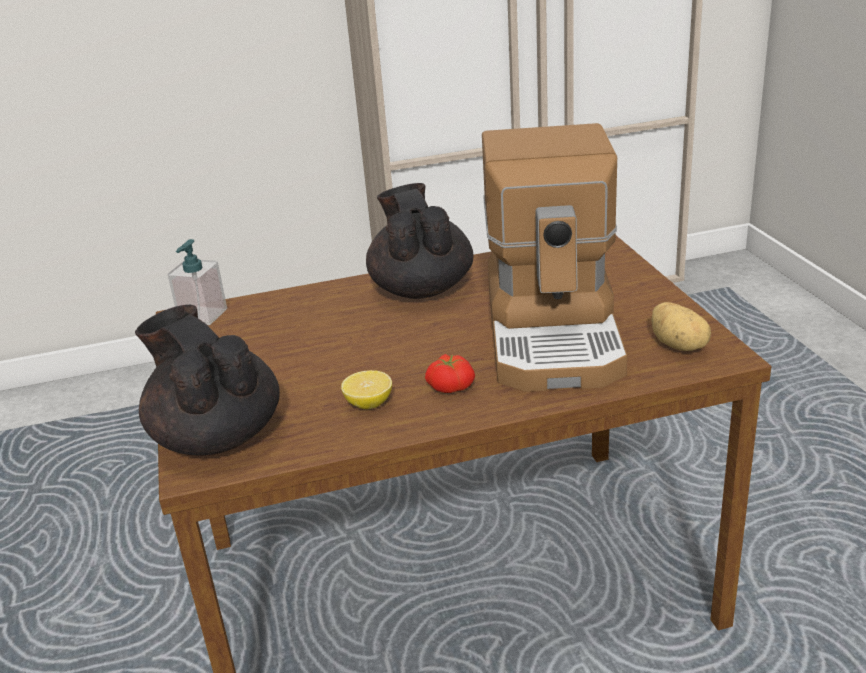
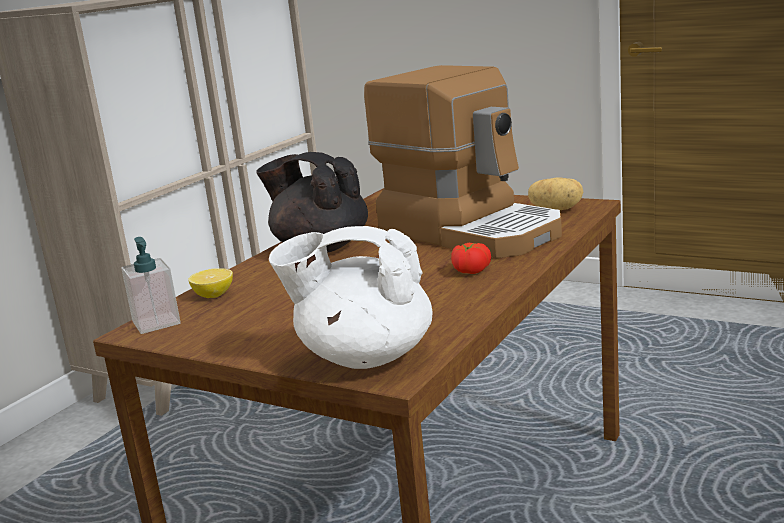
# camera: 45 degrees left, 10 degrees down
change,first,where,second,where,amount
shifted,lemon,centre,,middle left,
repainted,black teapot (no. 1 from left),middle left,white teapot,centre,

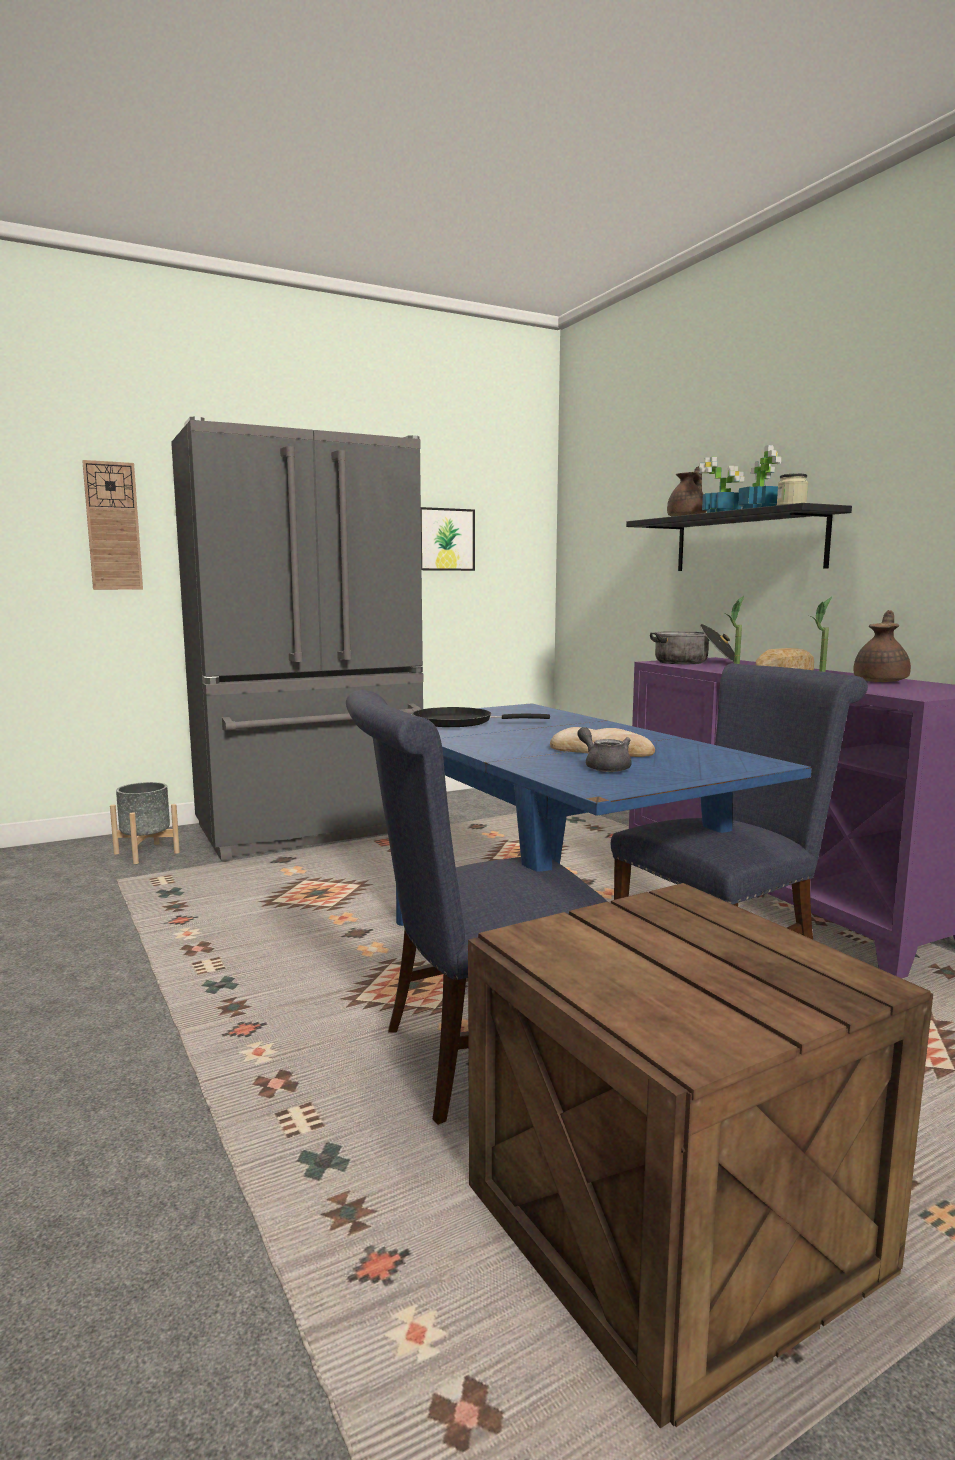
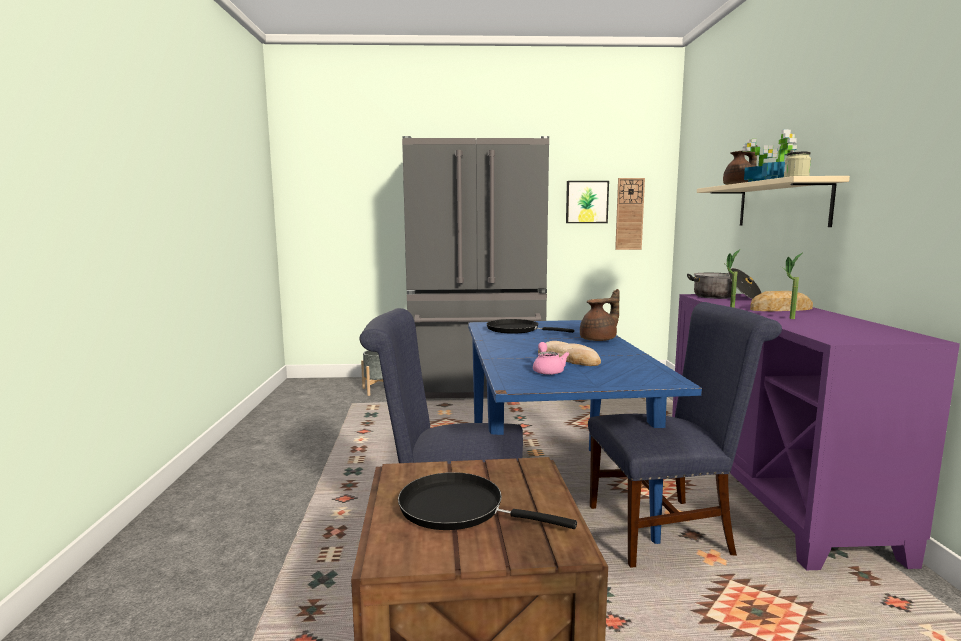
# camera: 25 degrees right, 0 degrees up
change,first,where,second,where,amount
new,,,black frying pan (no. 1 from left),bottom centre,
repainted,grey teapot,centre,pink teapot,centre,
shifted,brown teapot (no. 2 from left in the first image),middle right,brown teapot (no. 1 from left),centre,
shifted,wall clock,middle left,,centre,
repainted,black shelf,middle right,beige shelf,top right,

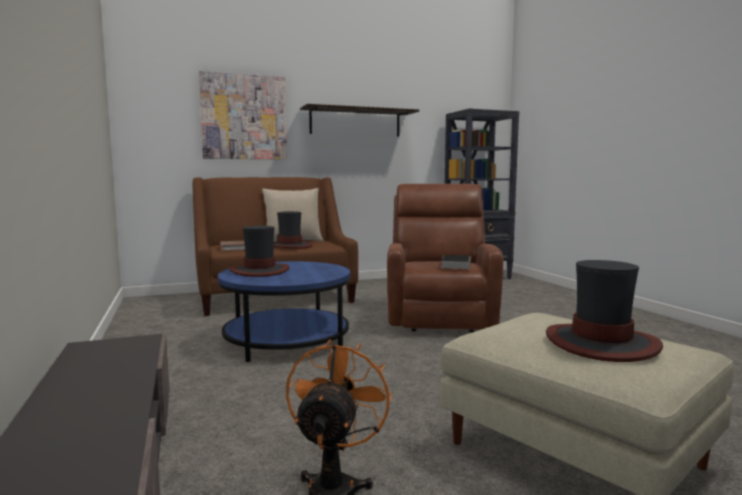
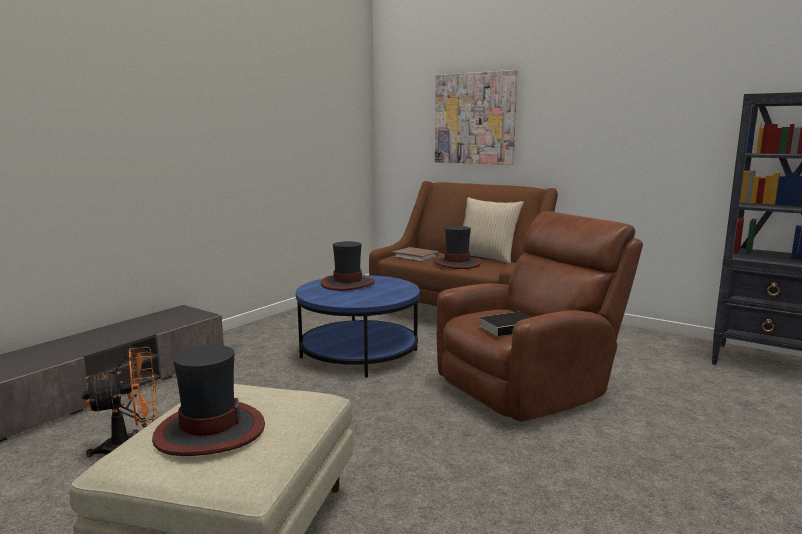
# camera: 55 degrees right, 5 degrees up
change,first,where,second,where,amount
gone,shelf,top centre,,,

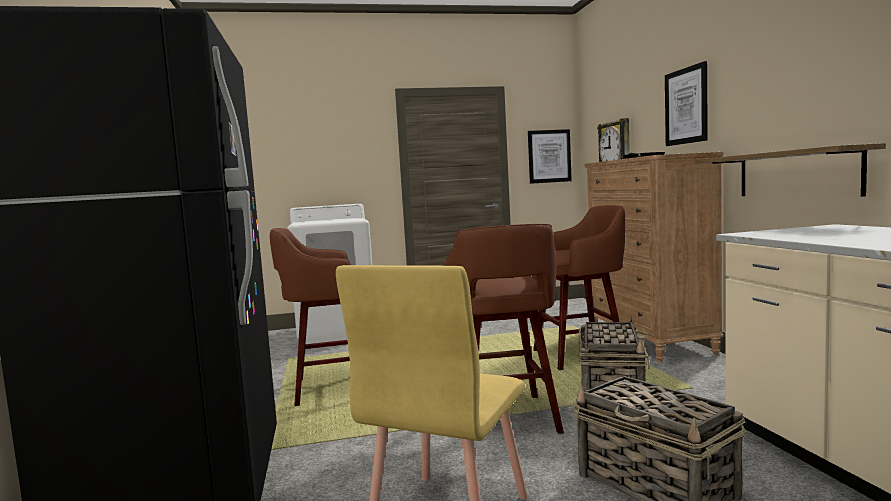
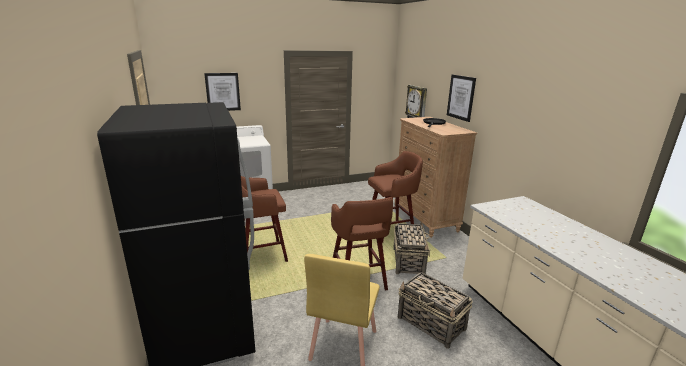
# camera: 10 degrees left, 15 degrees up
change,first,where,second,where,amount
shifted,picture (no. 1 from left),top centre,,top left,
gone,shelf,middle right,,,

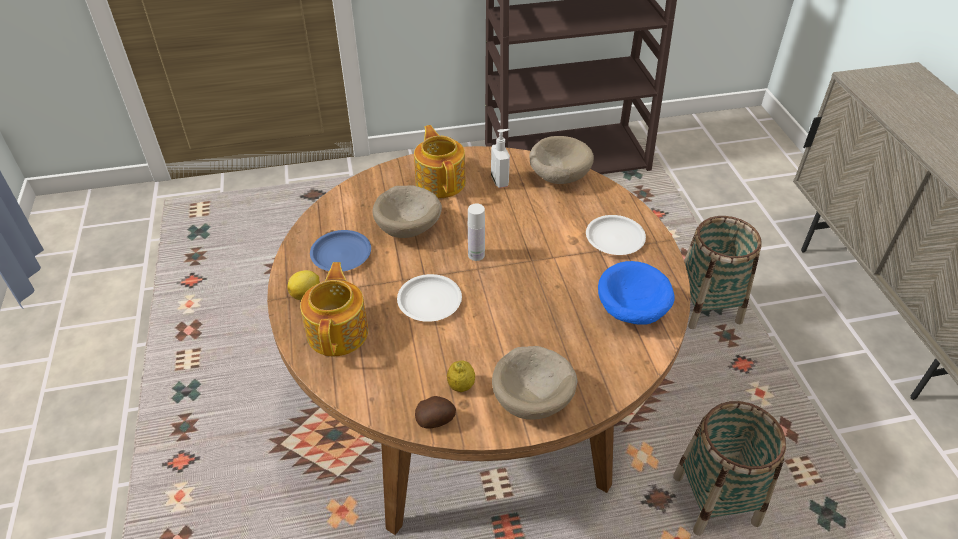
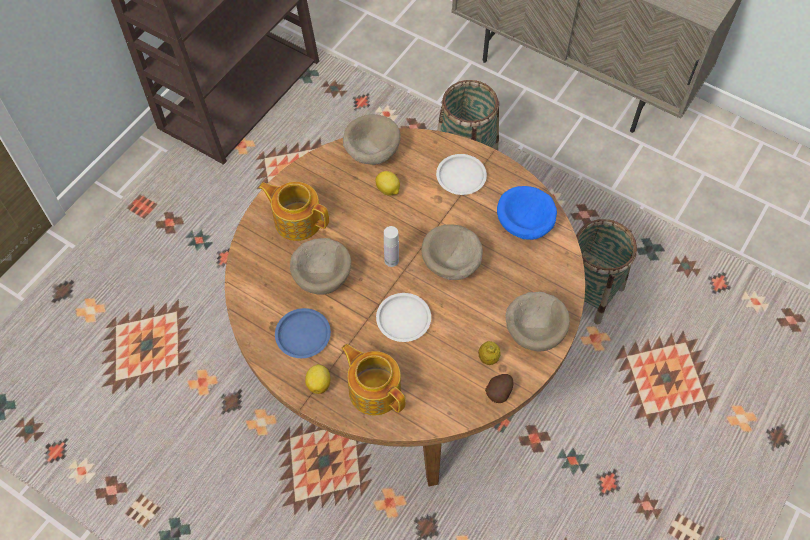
# camera: 45 degrees left, 15 degrees up
change,first,where,second,where,amount
new,,,lemon (no. 2 from left),centre,
new,,,beige bowl (no. 3 from left),centre,
gone,soap dispenser,top centre,,,

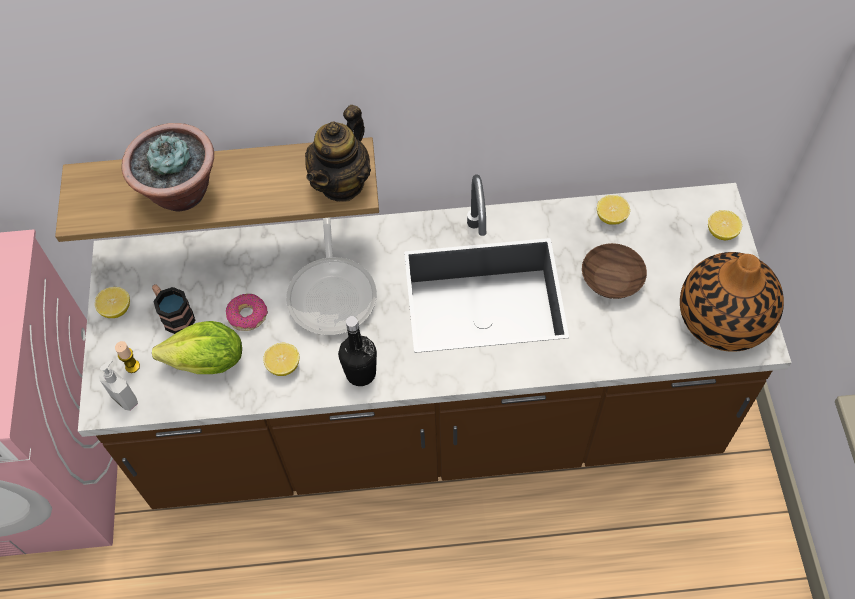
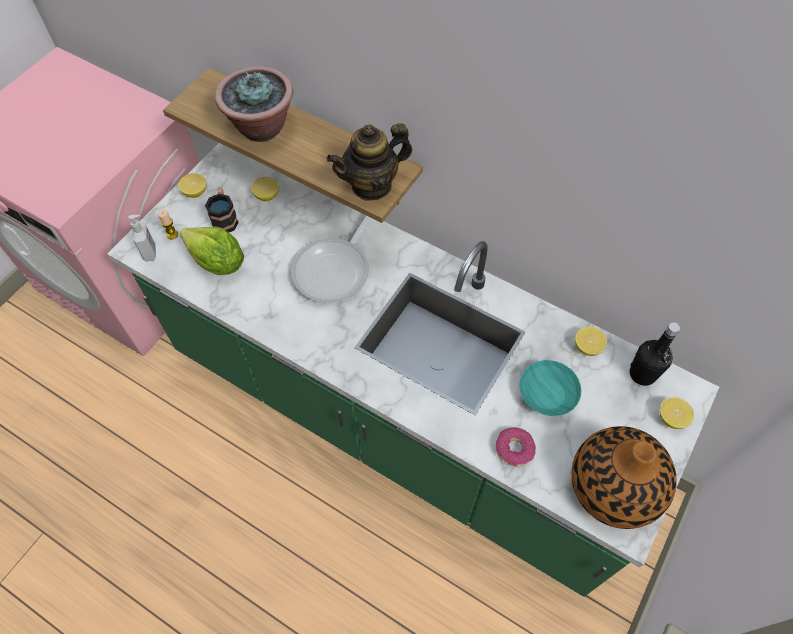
# camera: 35 degrees right, 0 degrees up
change,first,where,second,where,amount
repainted,brown counter,centre,green counter,centre,
shifted,lemon (no. 2 from left),middle left,,top centre,
shifted,donut,middle left,,bottom centre,
repainted,brown bowl,middle right,turquoise bowl,middle right,
shifted,black bottle,centre,,middle right,

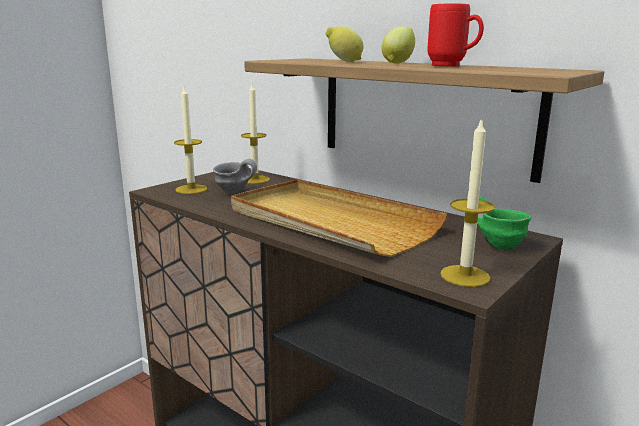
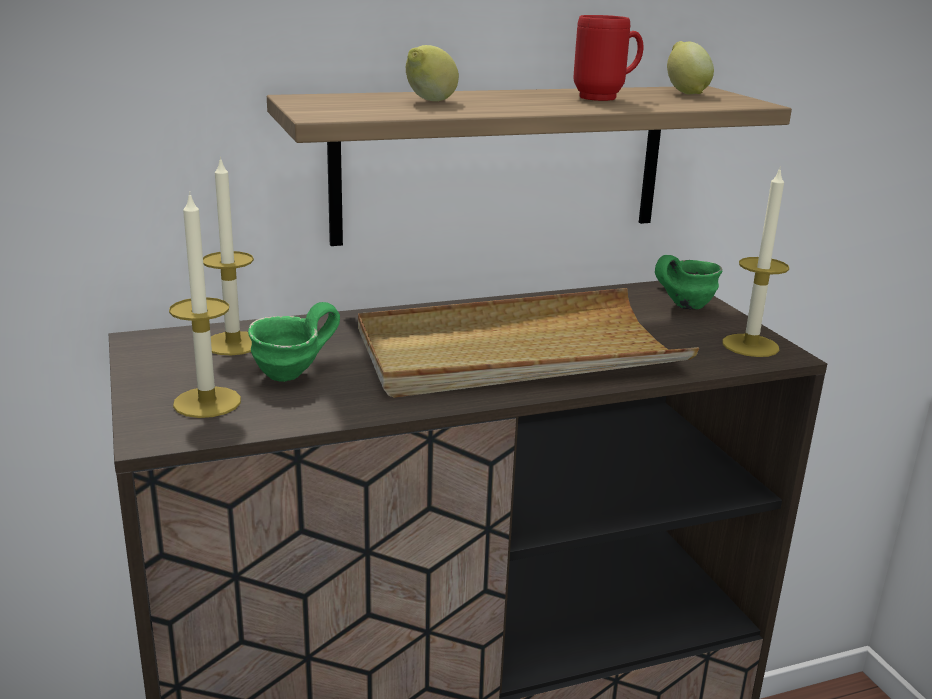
# camera: 60 degrees left, 5 degrees up
change,first,where,second,where,amount
repainted,grey mug,centre,green mug (no. 1 from left),middle left,
shifted,lemon (no. 2 from left),top centre,,top right,

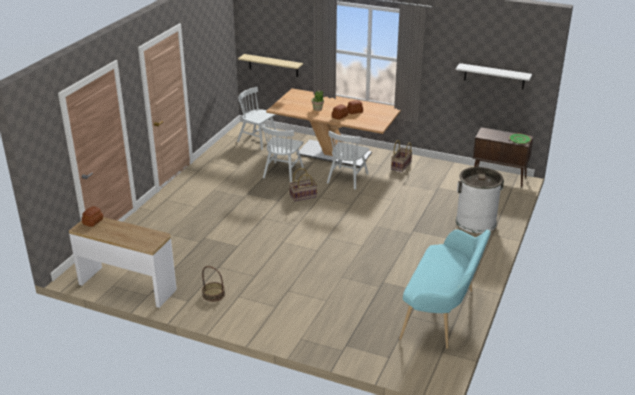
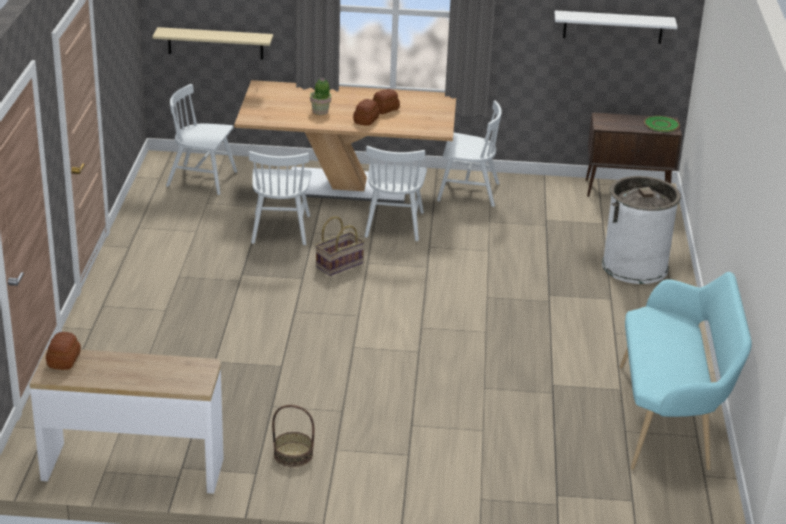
# camera: 20 degrees left, 0 degrees up
change,first,where,second,where,amount
swapped,basket (no. 3 from left),centre,white chair (no. 4 from left),top centre,

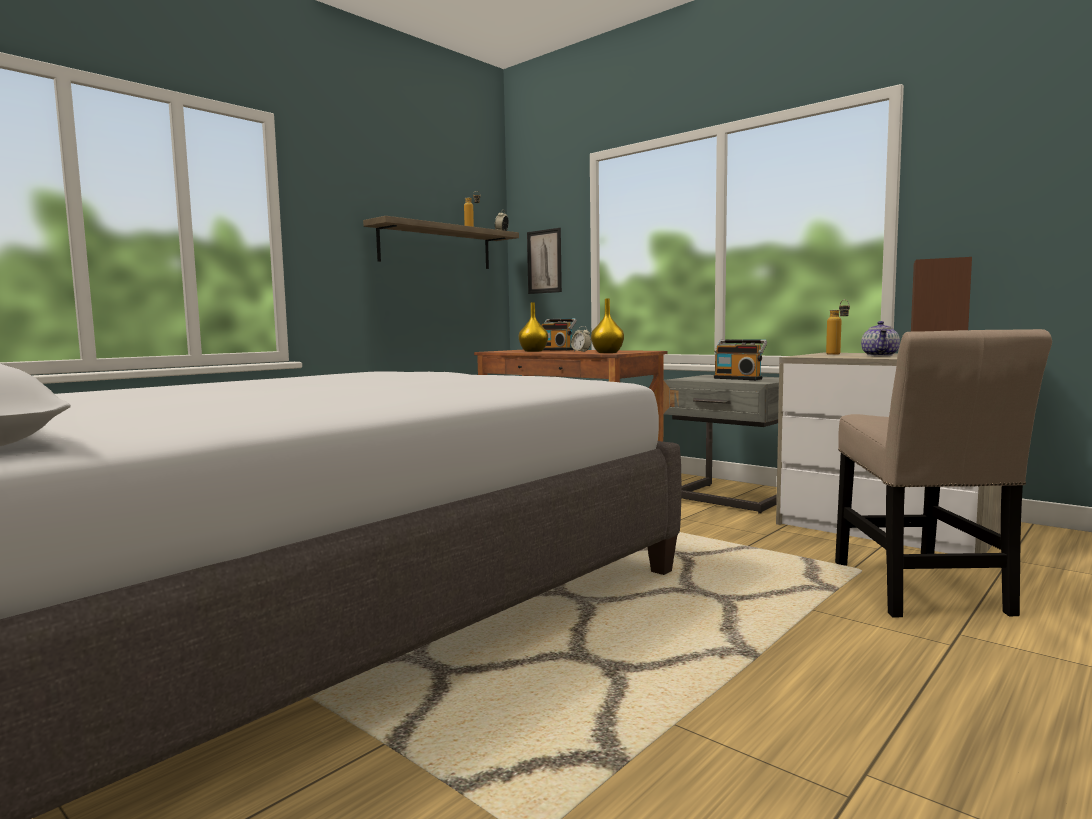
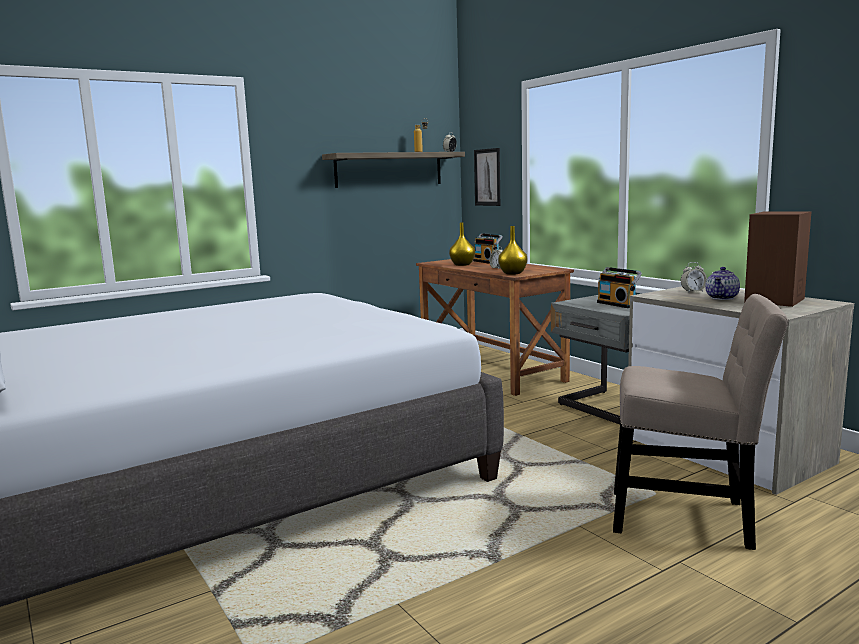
# camera: 15 degrees right, 5 degrees up
change,first,where,second,where,amount
rotated,beige chair,middle right,,middle right,90 degrees counterclockwise
swapped,bottle (no. 2 from left),middle right,alarm clock (no. 3 from left),middle right,

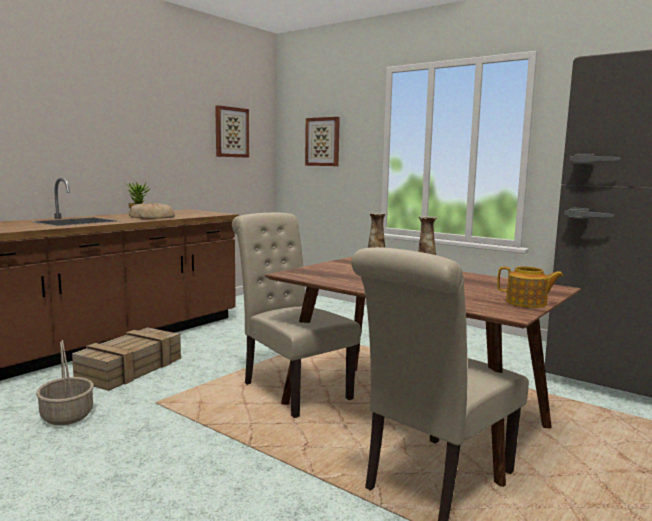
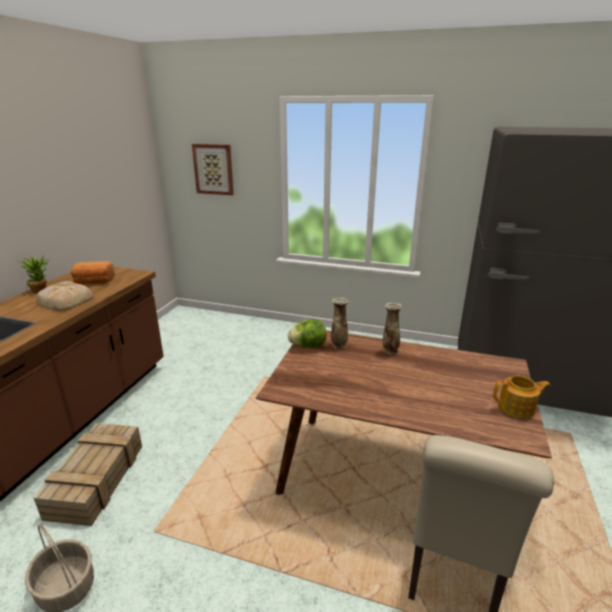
# camera: 20 degrees left, 15 degrees up
change,first,where,second,where,amount
new,,,bread (no. 2 from left),middle left,
new,,,lettuce,centre,
gone,picture (no. 1 from left),top centre,,,
gone,beige chair (no. 1 from left),centre,,,

